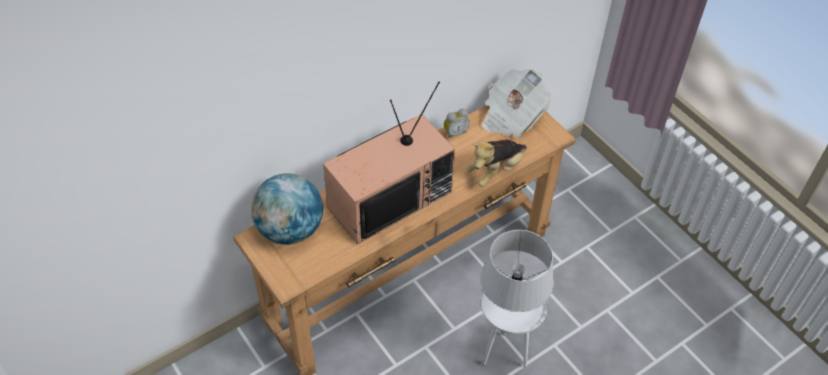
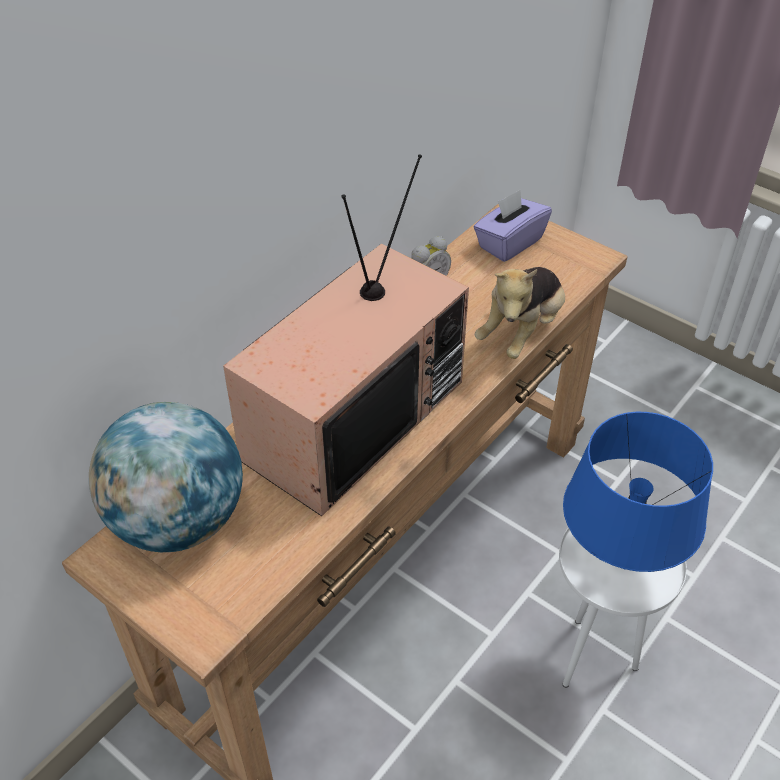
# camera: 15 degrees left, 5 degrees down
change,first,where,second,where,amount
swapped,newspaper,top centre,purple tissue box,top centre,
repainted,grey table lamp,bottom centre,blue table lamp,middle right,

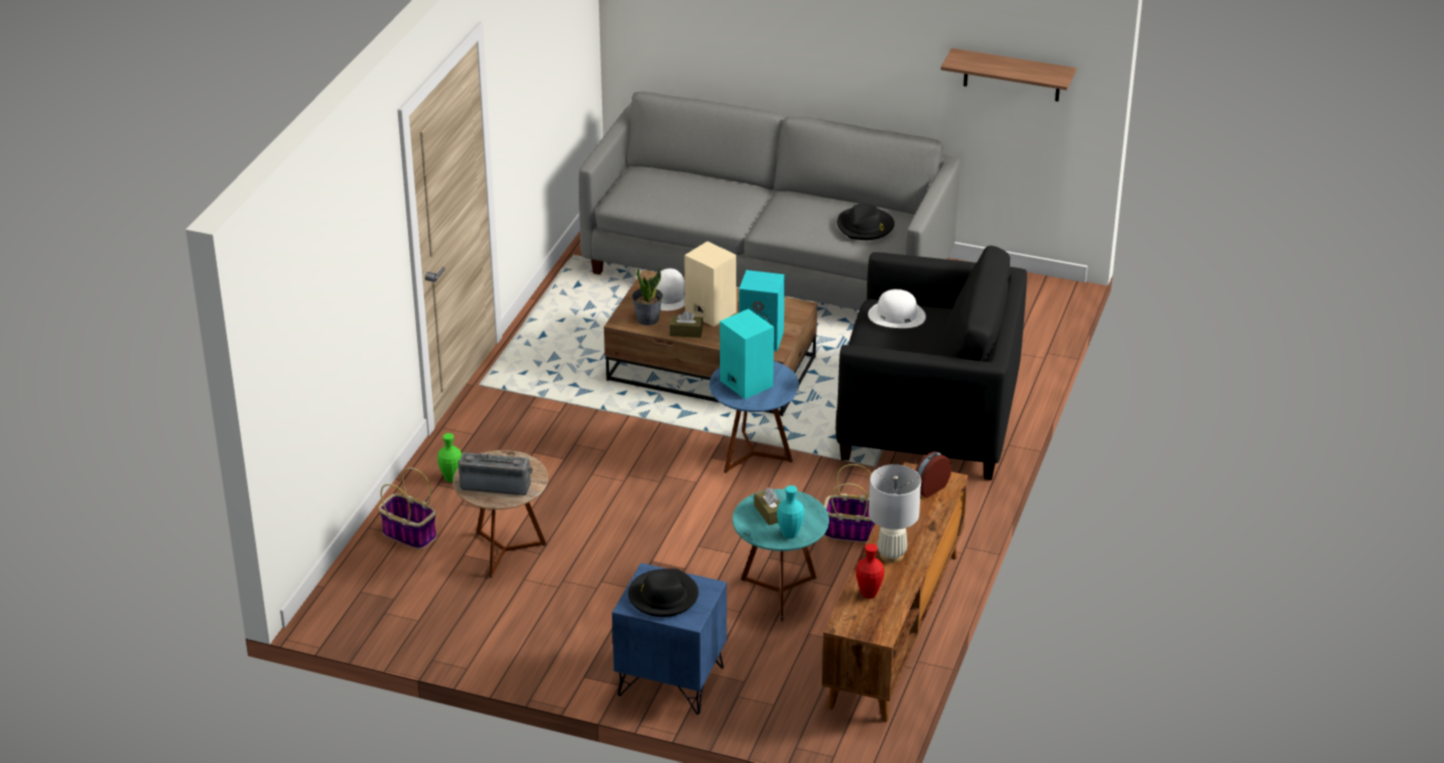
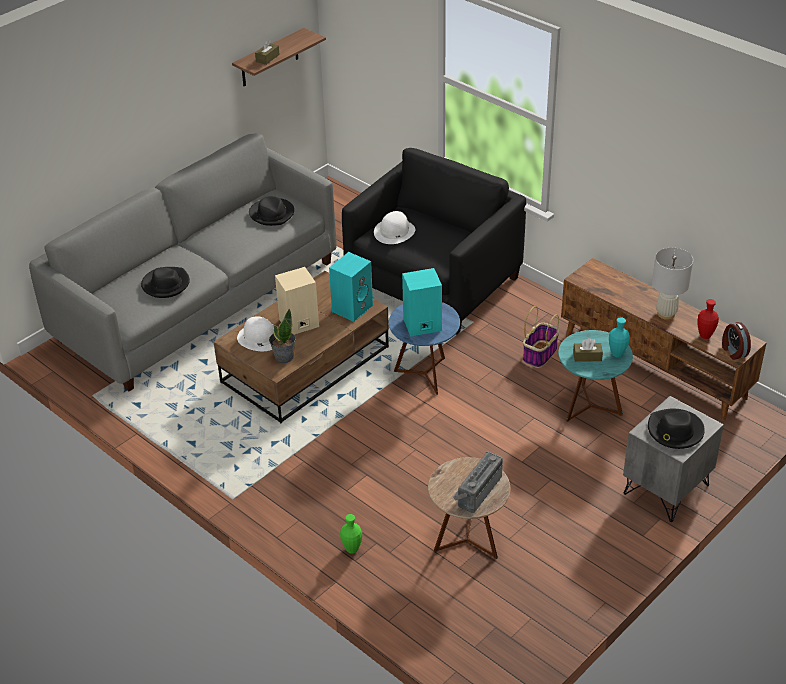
# camera: 65 degrees left, 5 degrees up
change,first,where,second,where,amount
new,,,black hat (no. 1 from left),middle left,
shifted,brown tissue box (no. 1 from left),centre,,top centre,
repainted,blue nightstand,bottom centre,grey nightstand,bottom right,
shifted,alarm clock,centre,,middle right,
gone,basket (no. 1 from left),middle left,,,

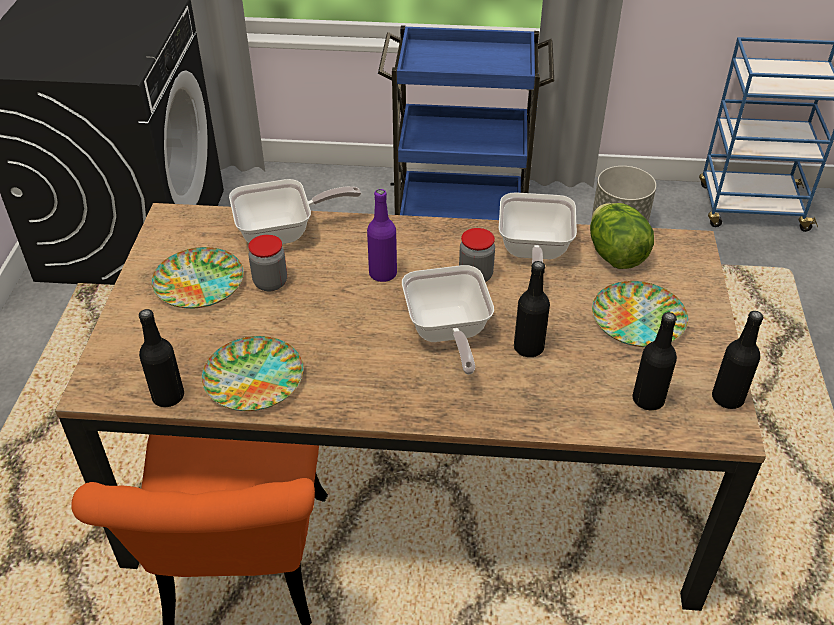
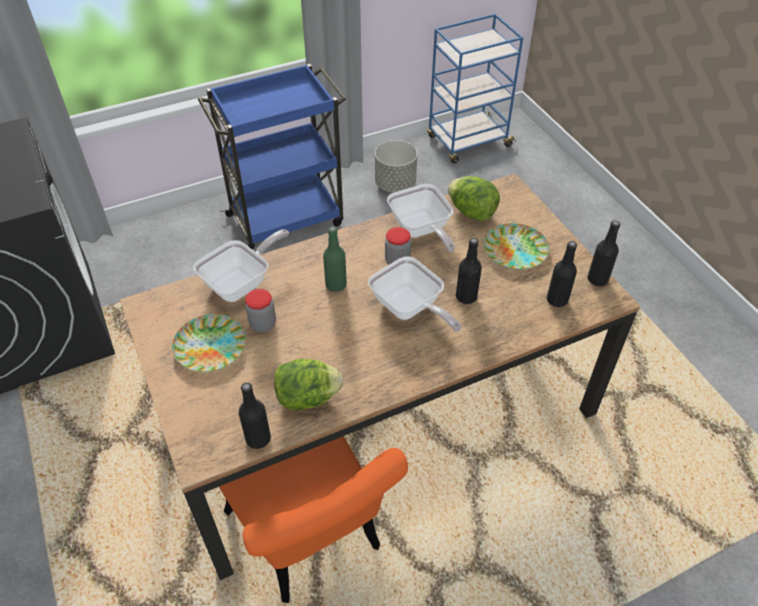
# camera: 30 degrees left, 5 degrees up
change,first,where,second,where,amount
swapped,plate (no. 2 from left),middle left,lettuce (no. 1 from left),centre,
repainted,purple bottle,centre,green bottle,centre,

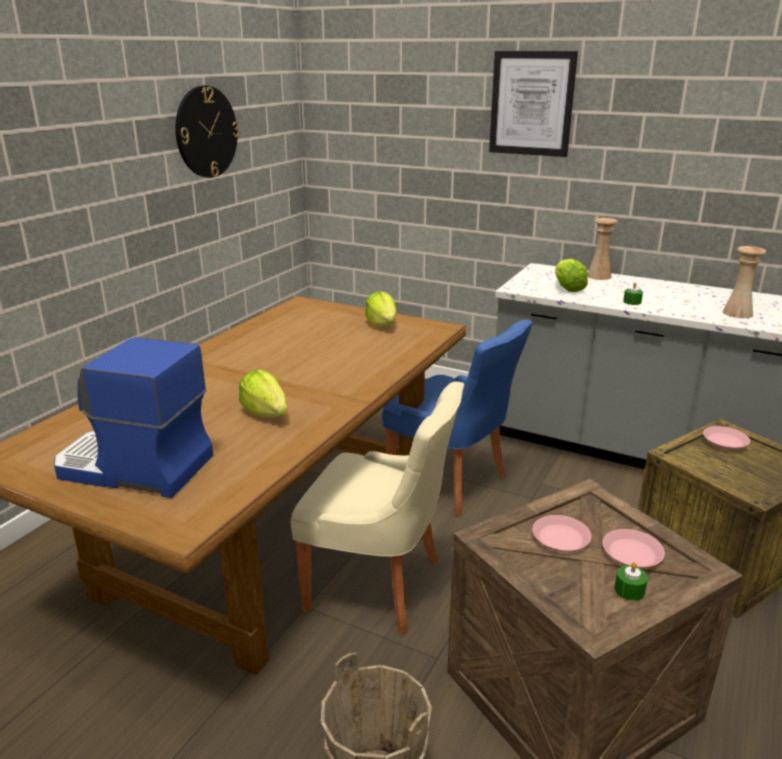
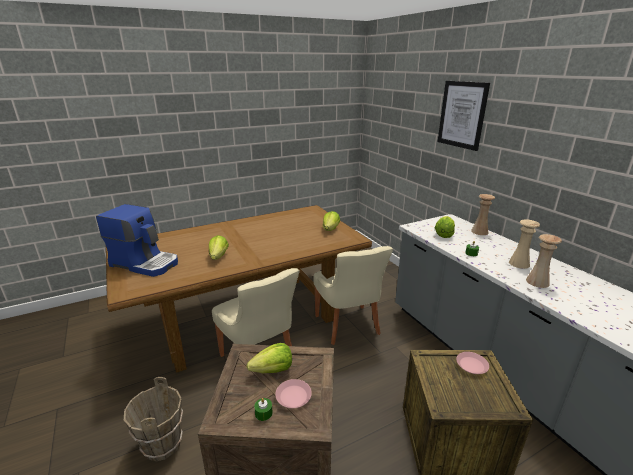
# camera: 35 degrees right, 0 degrees up
change,first,where,second,where,amount
rotated,coffee machine,middle left,,middle left,150 degrees clockwise
swapped,pink plate (no. 1 from left),bottom right,lettuce (no. 2 from left),bottom centre,
repainted,blue chair,centre,beige chair (no. 2 from left),centre,
new,,,beige vase (no. 2 from left),middle right,
gone,wall clock,top left,,,

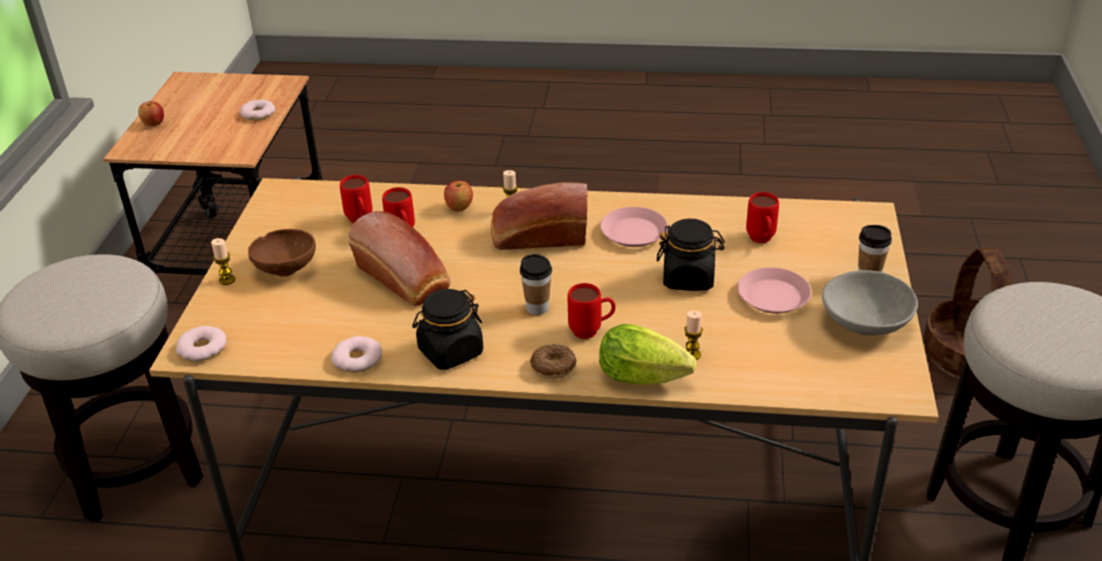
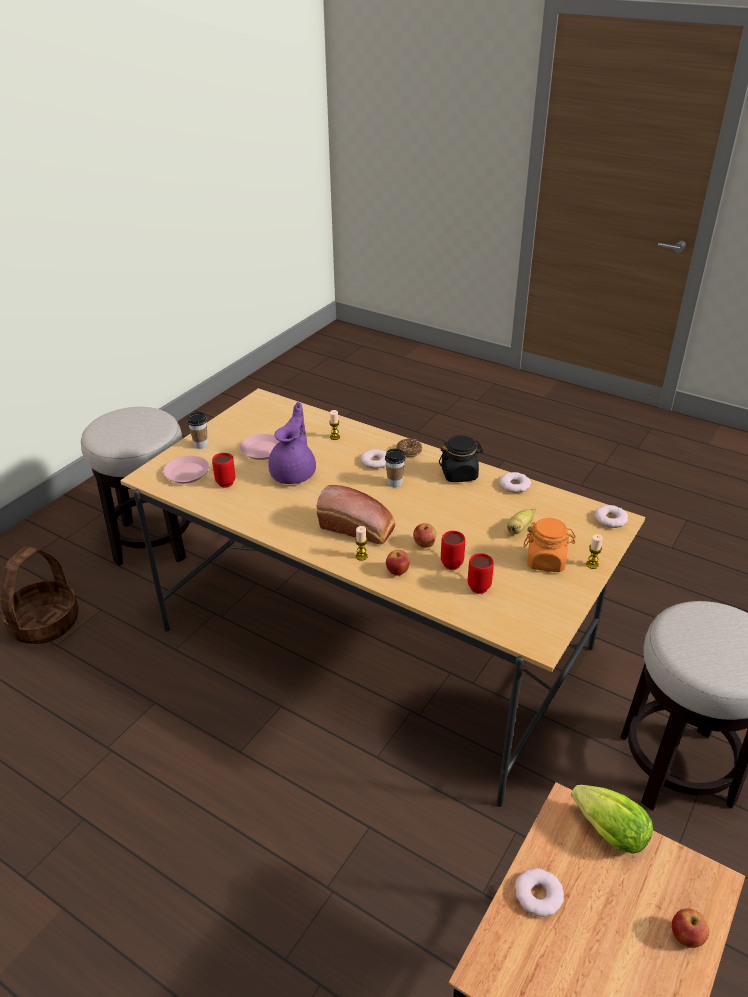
# camera: 155 degrees left, 0 degrees up
change,first,where,second,where,amount
shifted,pink plate (no. 1 from left),centre,,middle left,
swapped,black jar (no. 2 from left),centre,purple teapot,centre,
swapped,red mug (no. 3 from left),centre,donut (no. 1 from left),centre,
new,,,apple (no. 2 from left),centre,
new,,,banana,middle right,
swapped,brown bowl,middle left,orange jar,middle right,
shifted,lettuce,centre,,bottom right,
gone,bread (no. 1 from left),centre,,,
gone,grey bowl,middle right,,,

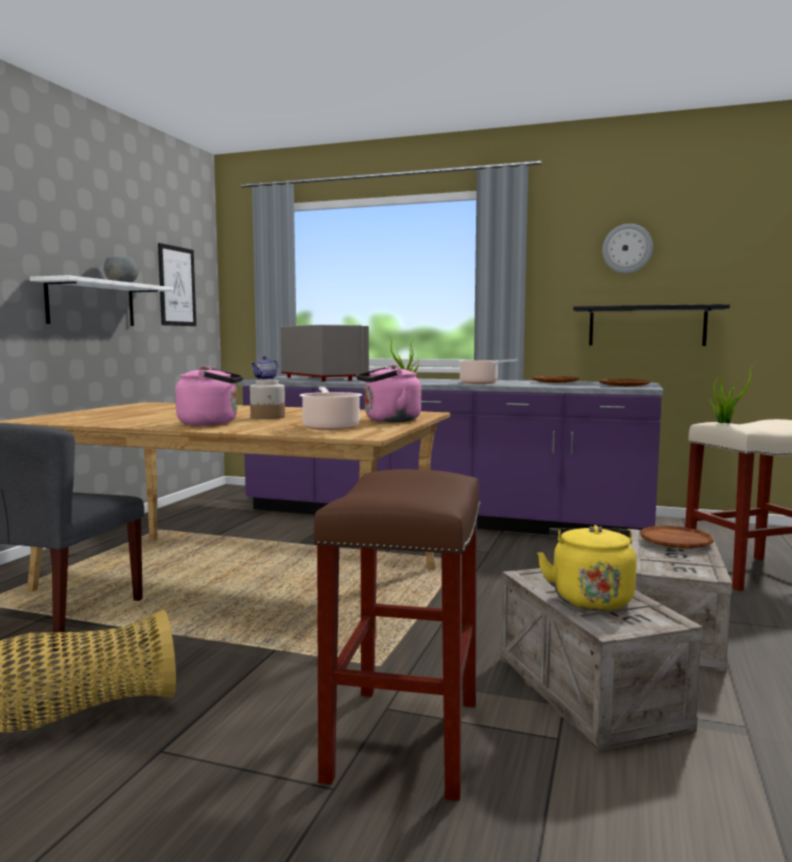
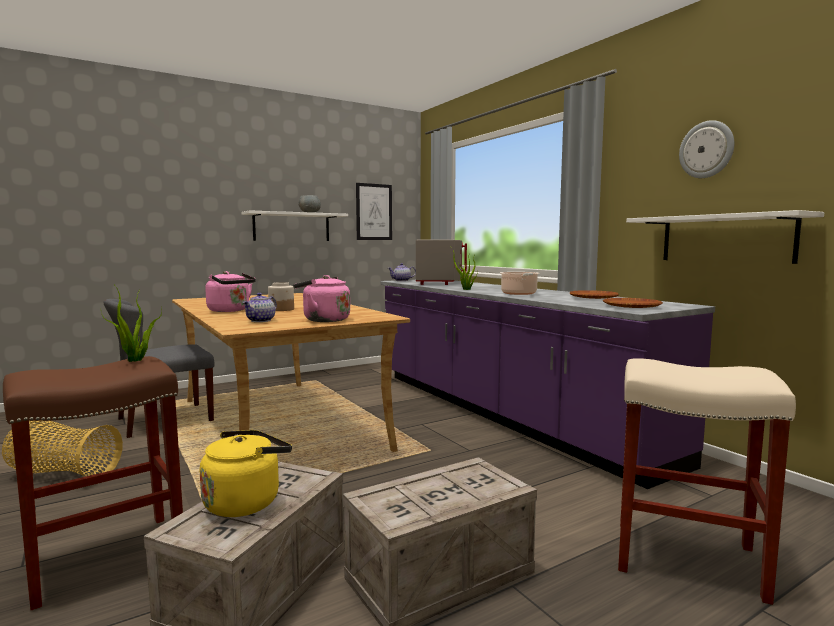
# camera: 40 degrees right, 0 degrees up
change,first,where,second,where,amount
shifted,potted plant (no. 2 from left in the first image),middle right,potted plant (no. 1 from left),middle left,
swapped,cooking pot (no. 1 from left),centre,teapot (no. 1 from left),middle left,
repainted,black shelf,middle right,white shelf (no. 2 from left),middle right,
gone,brown plate (no. 3 from left),middle right,,,

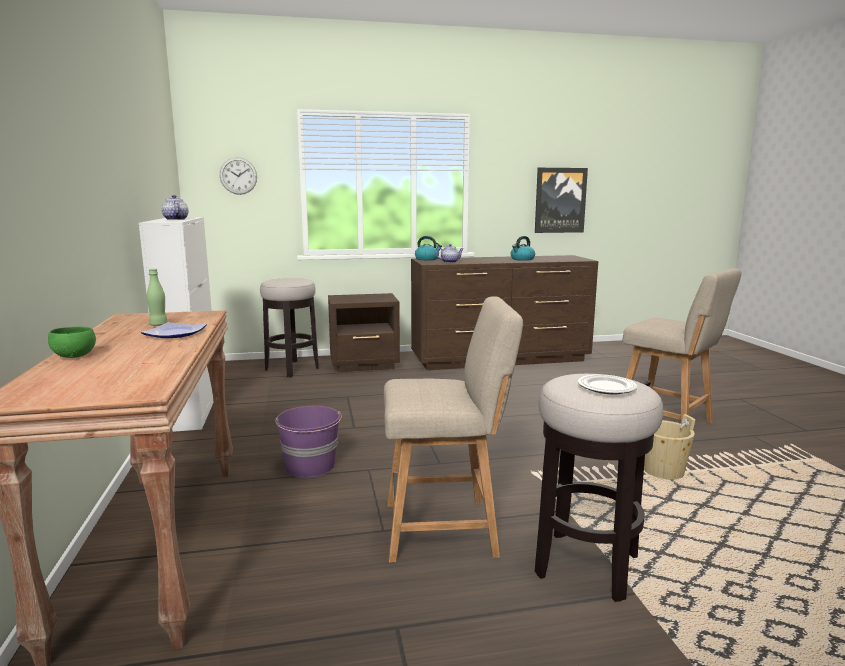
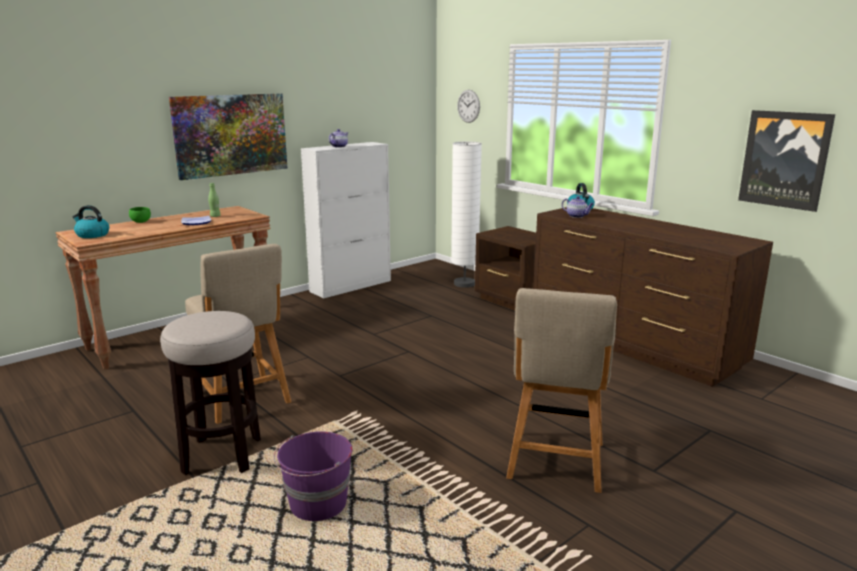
# camera: 60 degrees right, 5 degrees up
change,first,where,second,where,amount
shifted,kettle (no. 2 from left in the first image),centre,kettle (no. 1 from left),middle left,
new,,,picture (no. 1 from left),top left,
shifted,purple bucket,centre,,bottom centre,
swapped,stool (no. 1 from left),centre,white floor lamp,centre,
gone,plate (no. 2 from left),middle right,,,
gone,beige bucket,bottom right,,,

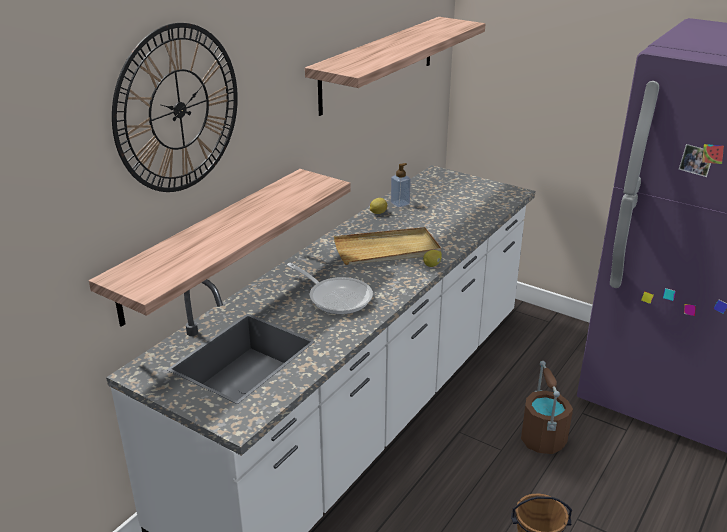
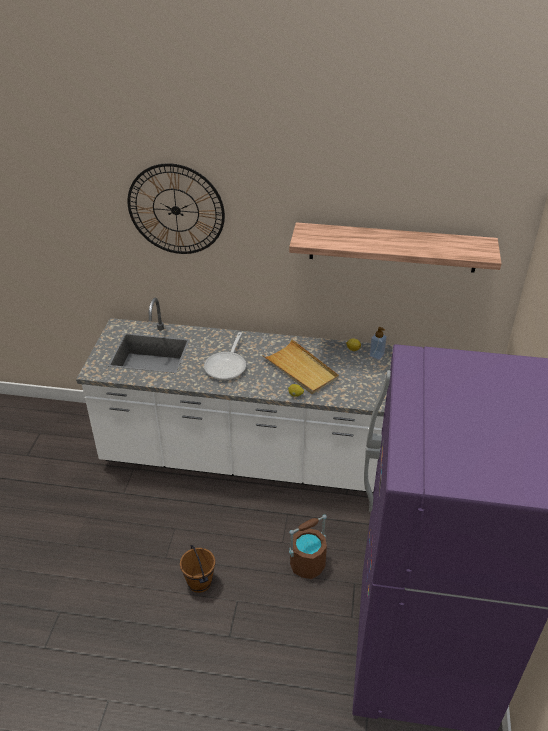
# camera: 65 degrees right, 10 degrees up
change,first,where,second,where,amount
gone,shelf (no. 1 from left),middle left,,,

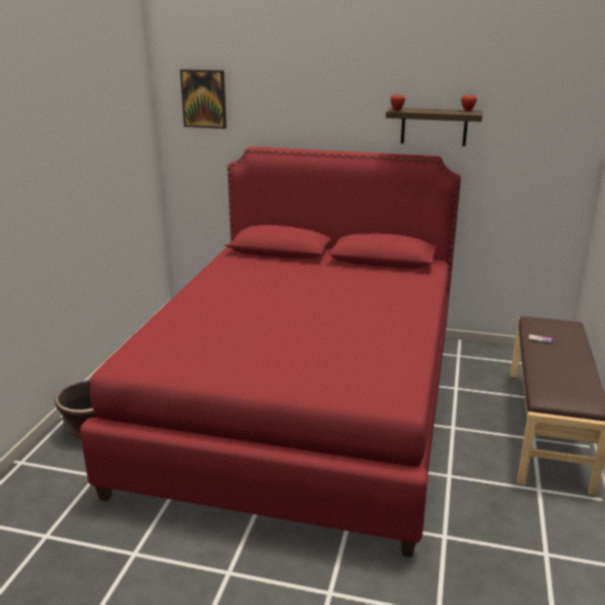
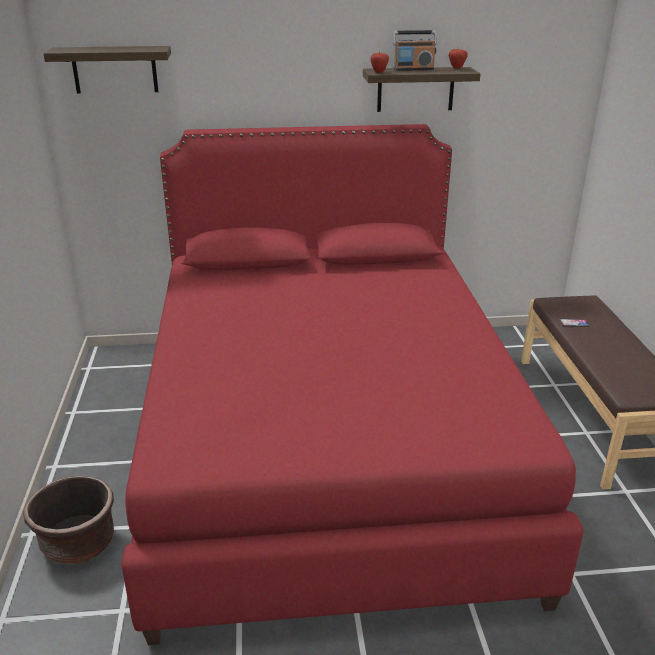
# camera: 20 degrees left, 5 degrees up
change,first,where,second,where,amount
swapped,picture,top centre,shelf (no. 1 from left),top left,
new,,,radio,top centre,

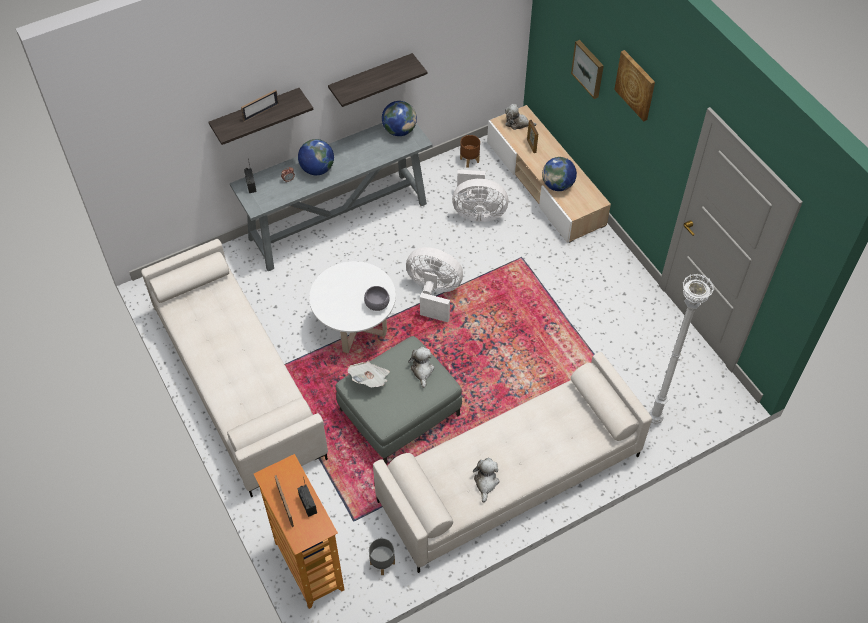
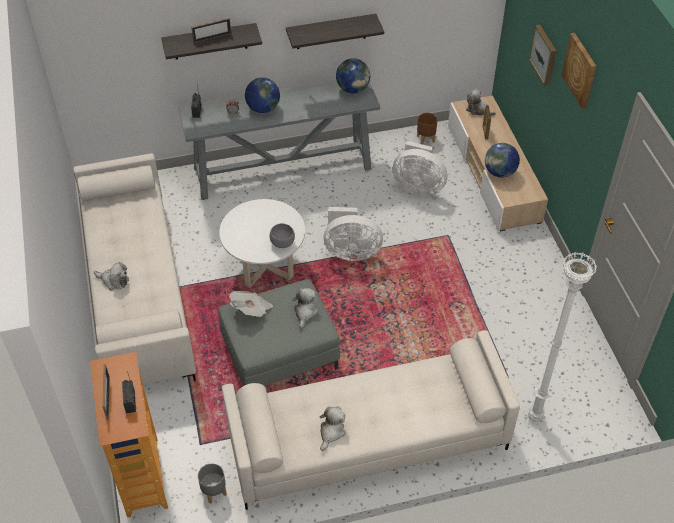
# camera: 15 degrees right, 5 degrees down
change,first,where,second,where,amount
new,,,plush toy (no. 1 from left),middle left,
rotated,white fan (no. 1 from left),centre,,centre,150 degrees clockwise

